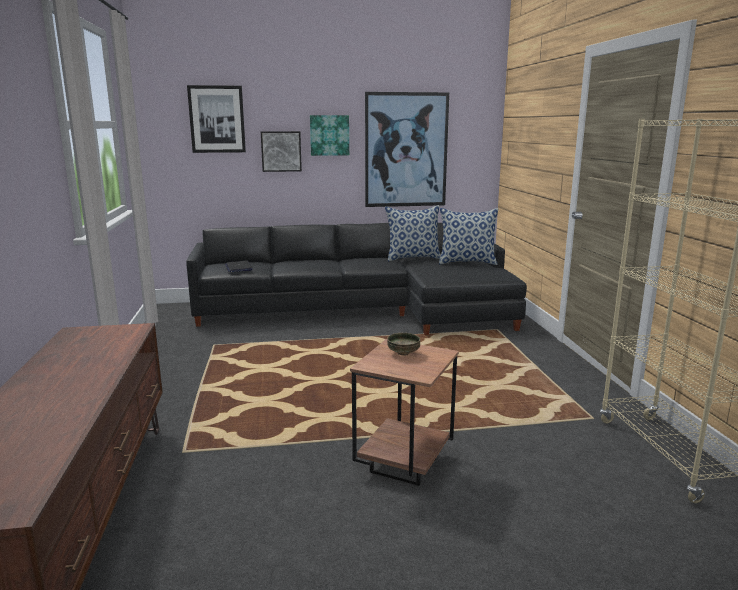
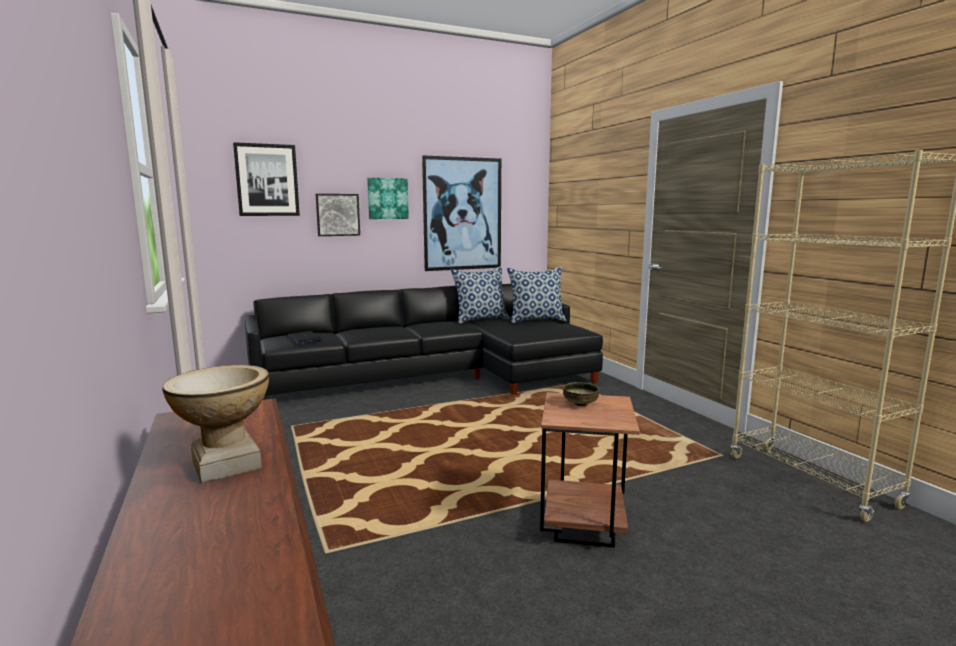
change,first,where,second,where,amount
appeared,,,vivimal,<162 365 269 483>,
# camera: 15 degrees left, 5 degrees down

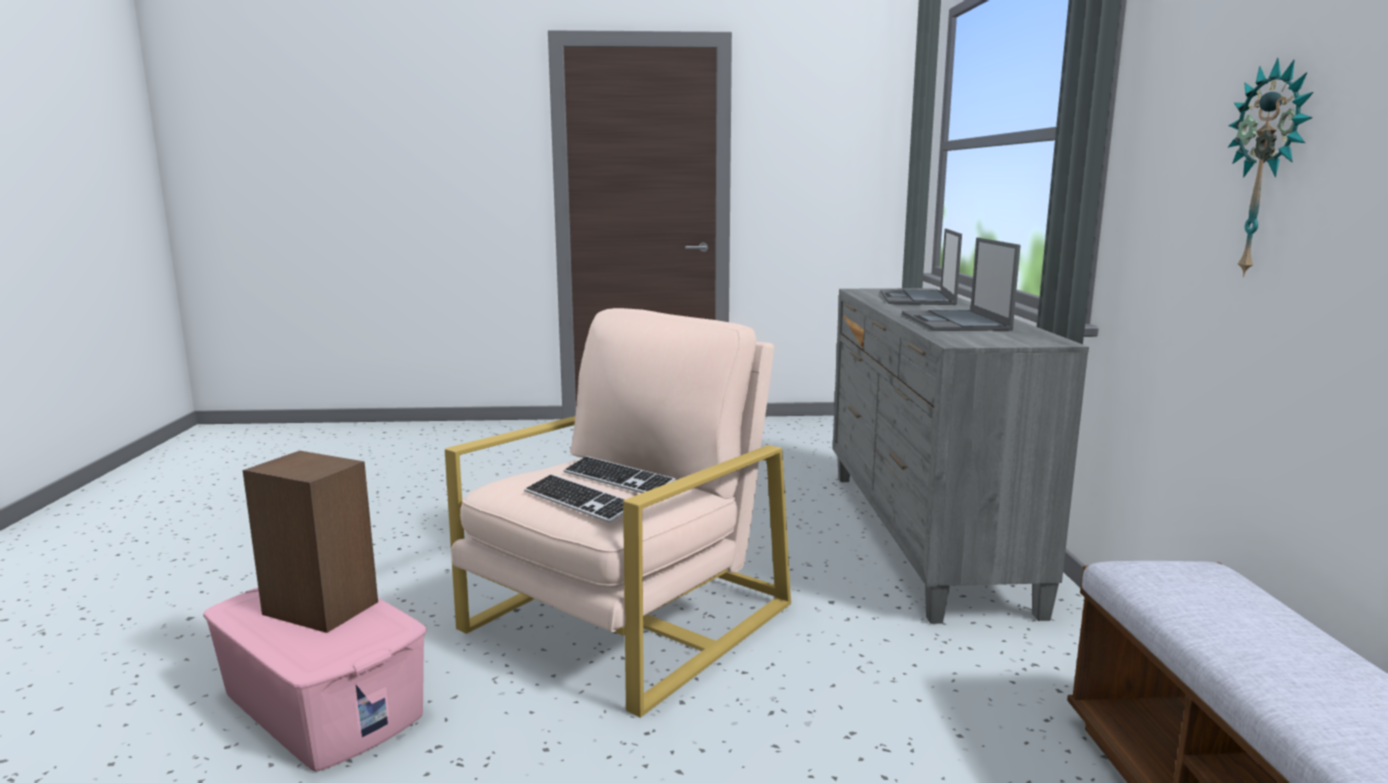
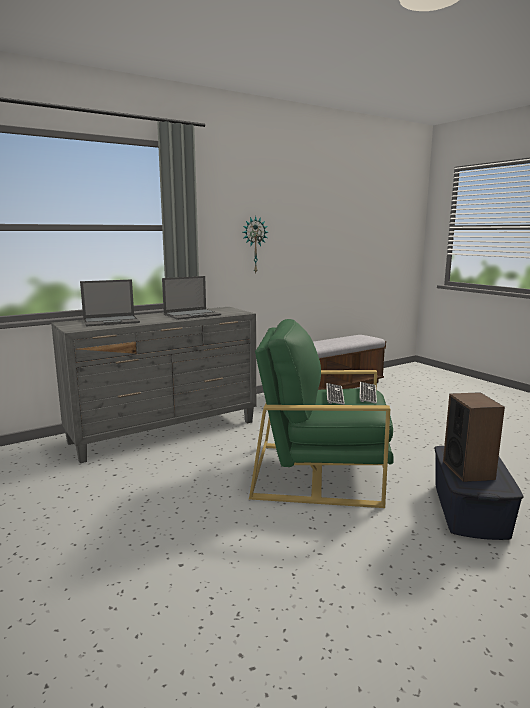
change,first,where,second,where,amount
colour,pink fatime,<203 588 426 772>,blue fatime,<435 446 524 540>,
colour,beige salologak,<445 308 791 718>,green salologak,<249 319 394 508>,
# camera: 120 degrees left, 0 degrees up

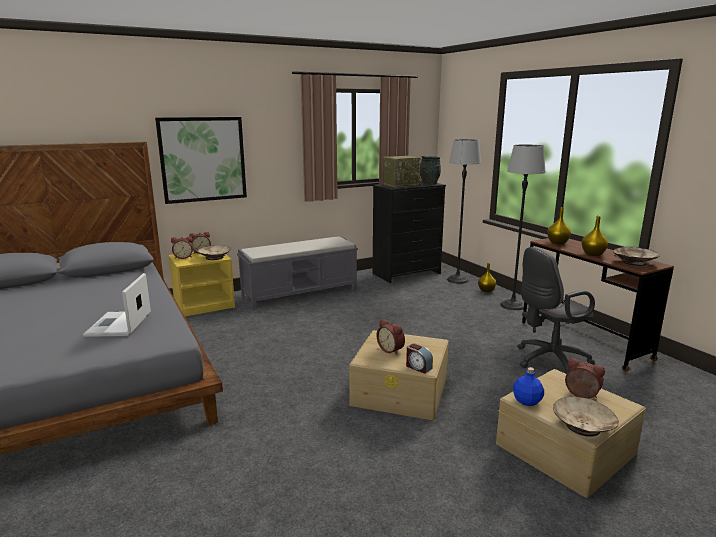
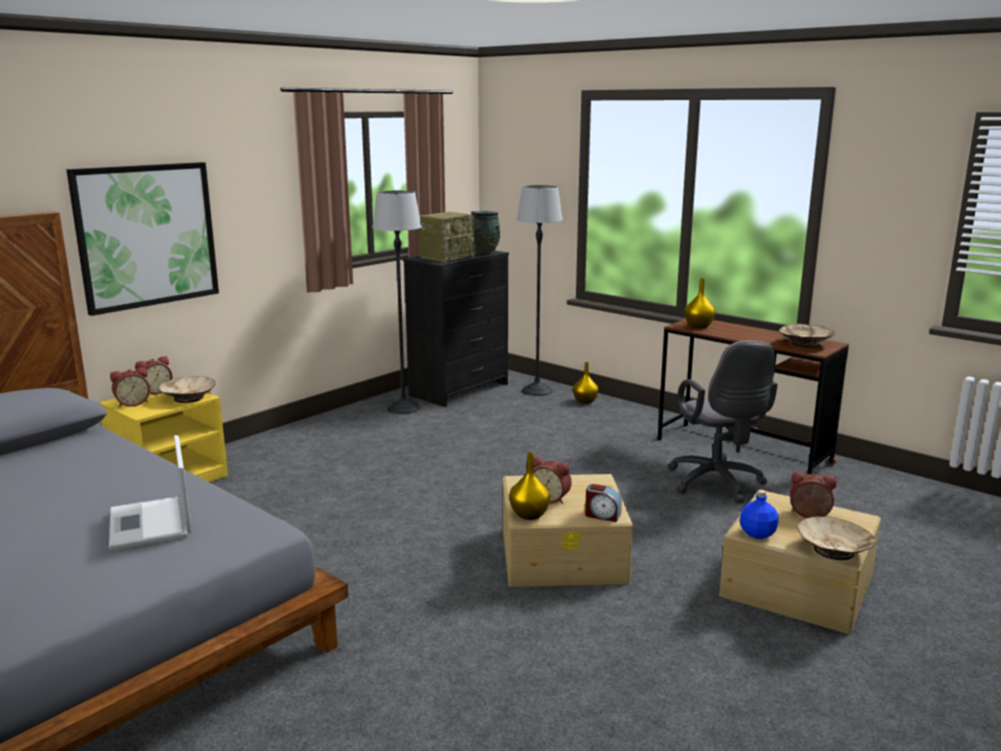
change,first,where,second,where,amount
missing,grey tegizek,<237 236 358 309>,,,
relocated,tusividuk,<500 144 546 310>,,<372 190 422 414>,
relocated,yellow vivimal,<582 216 608 256>,,<509 452 550 520>,
spun,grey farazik,<517 247 595 374>,,<668 340 778 503>,60 degrees counterclockwise
# camera: 20 degrees left, 0 degrees up

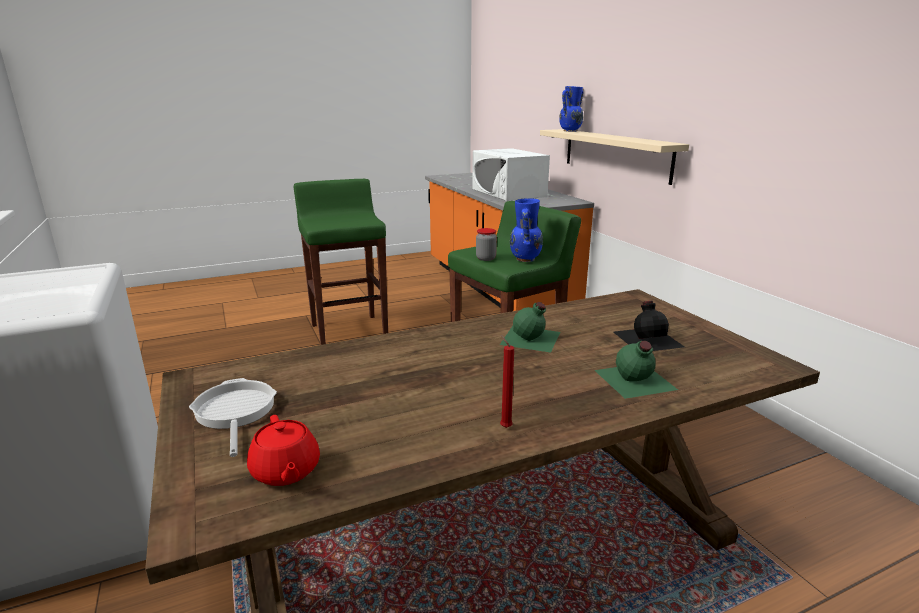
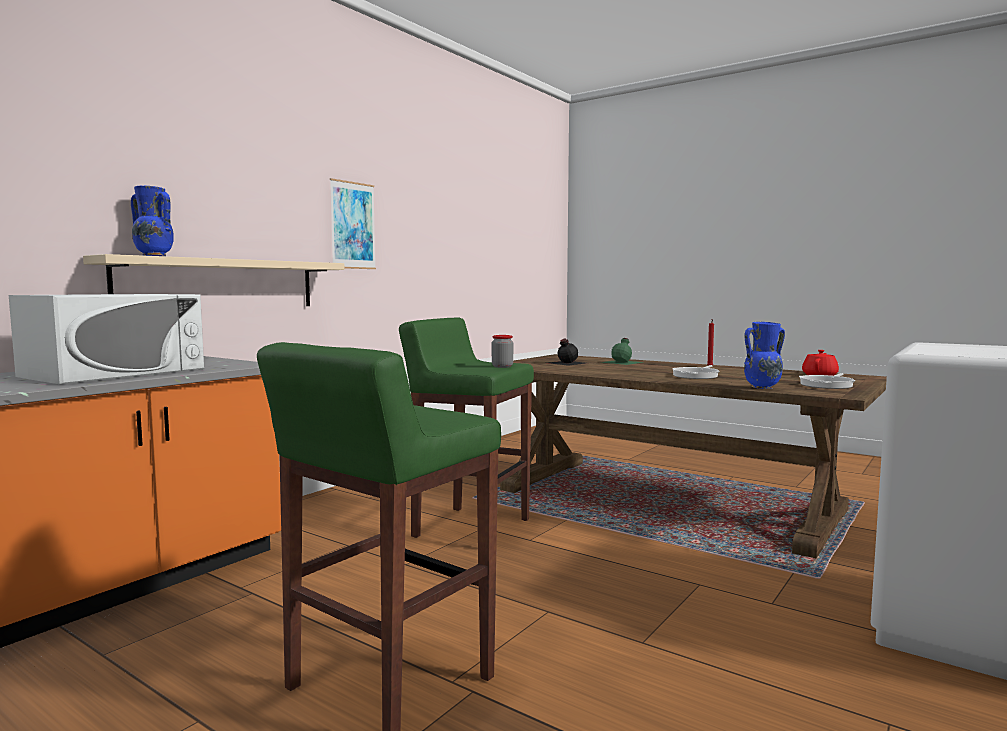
change,first,where,second,where,amount
missing,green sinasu,<500 302 560 353>,,,
appeared,,,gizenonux,<330 178 376 269>,
appeared,,,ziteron,<672 365 720 379>,
relocated,blue vivimal,<510 198 543 262>,,<744 322 785 389>,
# camera: 120 degrees left, 15 degrees down

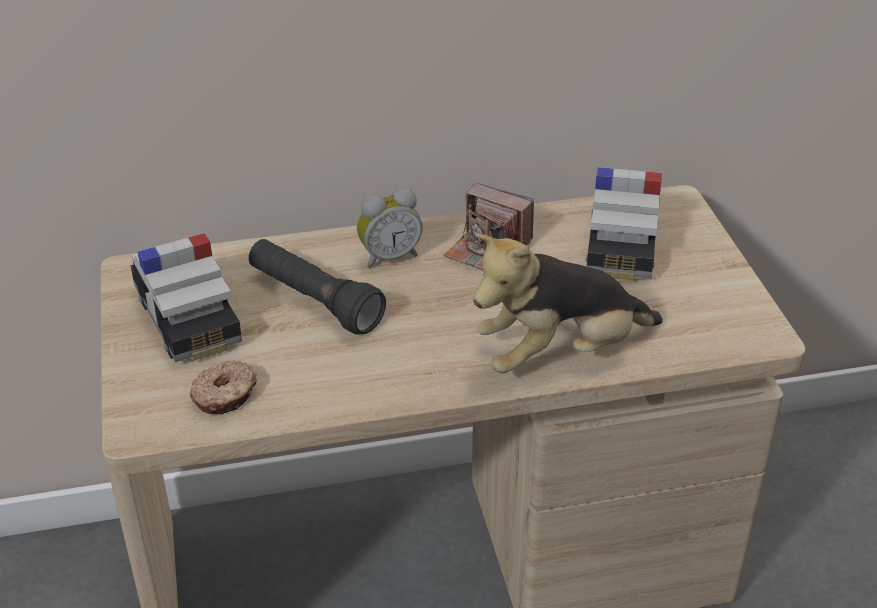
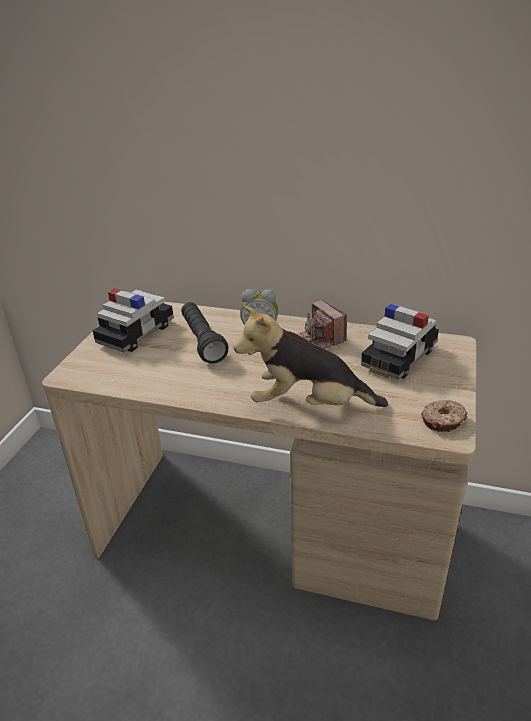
change,first,where,second,where,amount
relocated,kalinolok,<190 360 257 414>,,<421 400 468 432>,
spun,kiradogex,<131 233 242 362>,,<93 288 174 353>,150 degrees counterclockwise
# camera: 30 degrees right, 5 degrees down

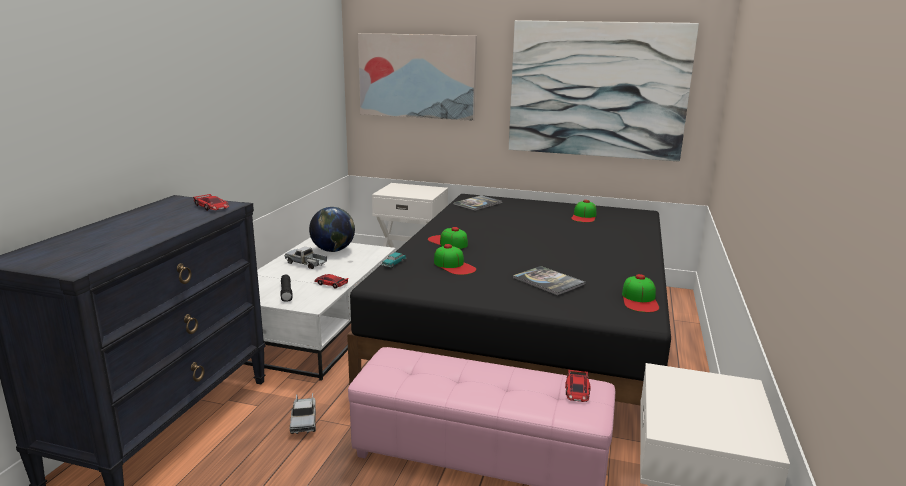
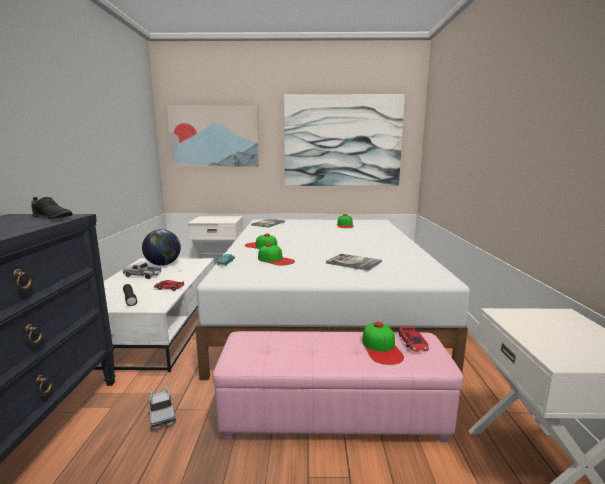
change,first,where,second,where,amount
relocated,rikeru,<622 274 659 312>,,<362 322 404 365>,
exchanged,kiradogex,<193 194 229 211>,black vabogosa,<31 197 73 219>,
colour,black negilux,<347 194 671 406>,white negilux,<195 219 470 380>,
# camera: 15 degrees left, 5 degrees down

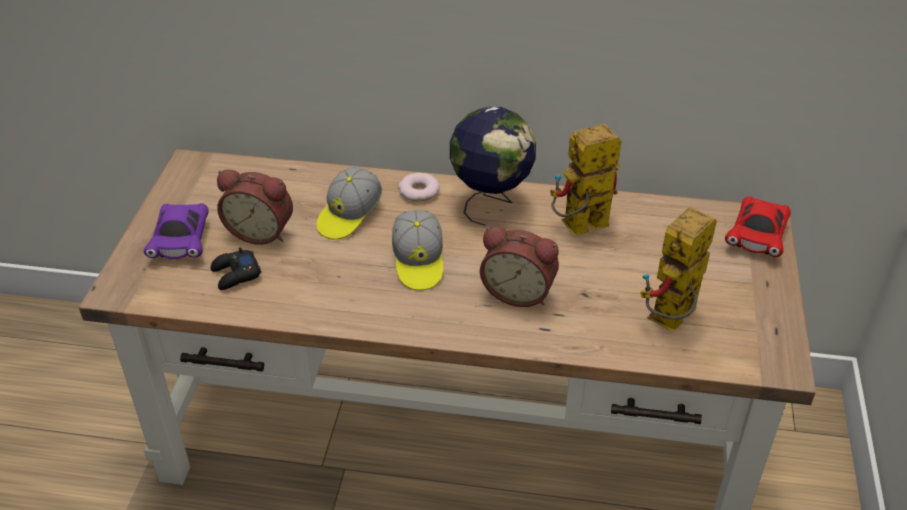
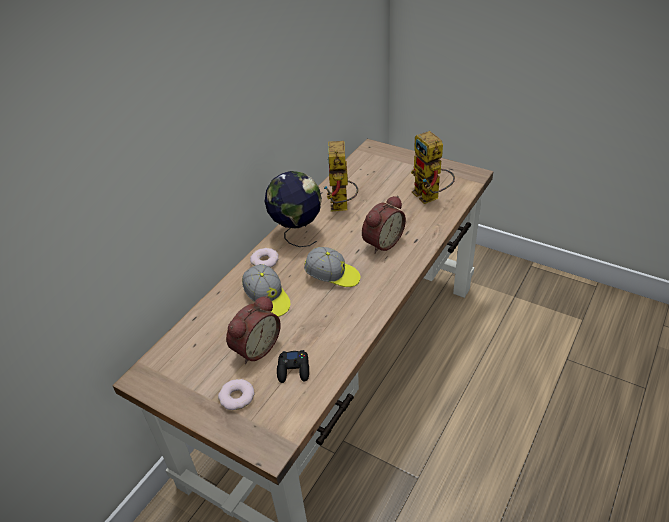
change,first,where,second,where,amount
missing,red kiradogex,<725 196 791 257>,,,
exchanged,purple kiradogex,<144 203 209 259>,kalinolok,<218 379 254 410>,
# camera: 65 degrees left, 0 degrees up

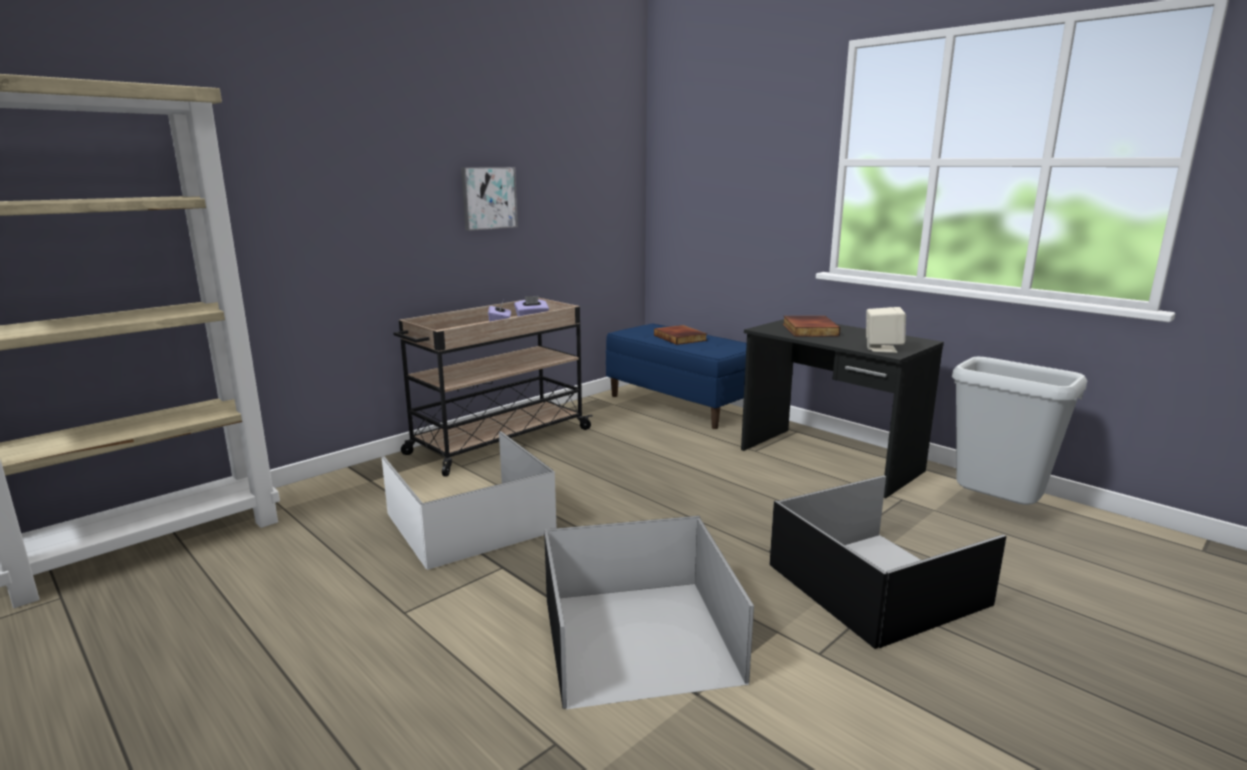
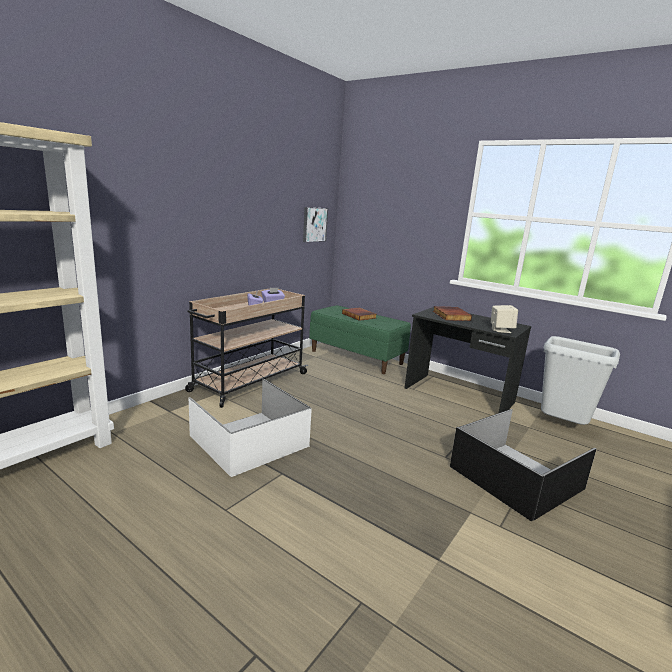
change,first,where,second,where,amount
missing,black fatime,<544 516 754 709>,,,
relocated,gizenonux,<461 167 518 231>,,<303 207 328 242>,
colour,blue tegizek,<606 324 747 429>,green tegizek,<309 305 411 374>,
# camera: 10 degrees left, 0 degrees up

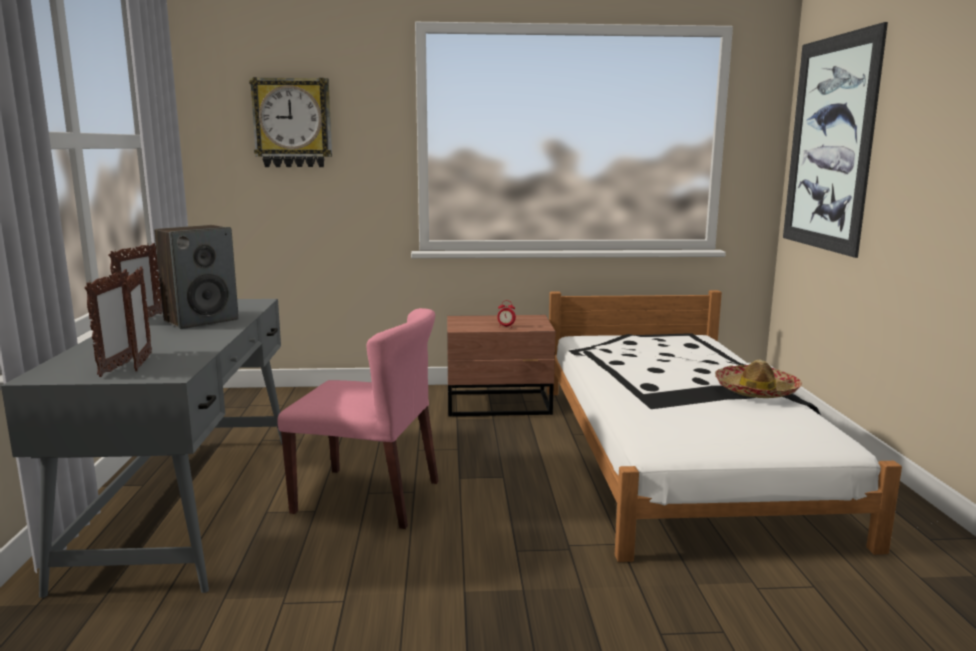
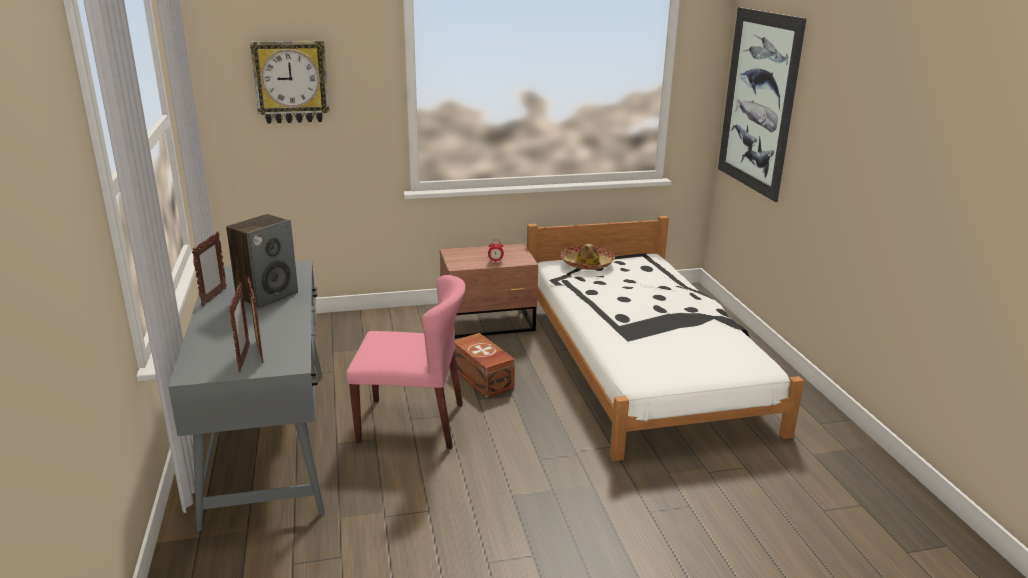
change,first,where,second,where,amount
appeared,,,brown fatime,<455 333 515 398>,
relocated,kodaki,<715 360 802 398>,,<561 244 615 270>,
# camera: 10 degrees left, 10 degrees up

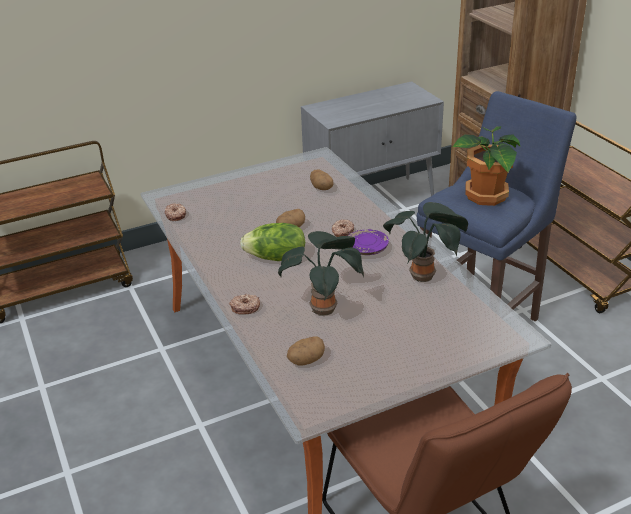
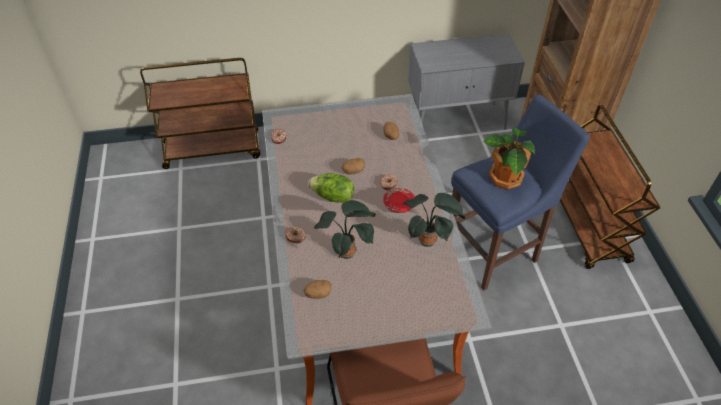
change,first,where,second,where,amount
colour,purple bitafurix,<348 229 389 255>,red bitafurix,<383 188 415 213>,
# camera: 15 degrees right, 15 degrees up

